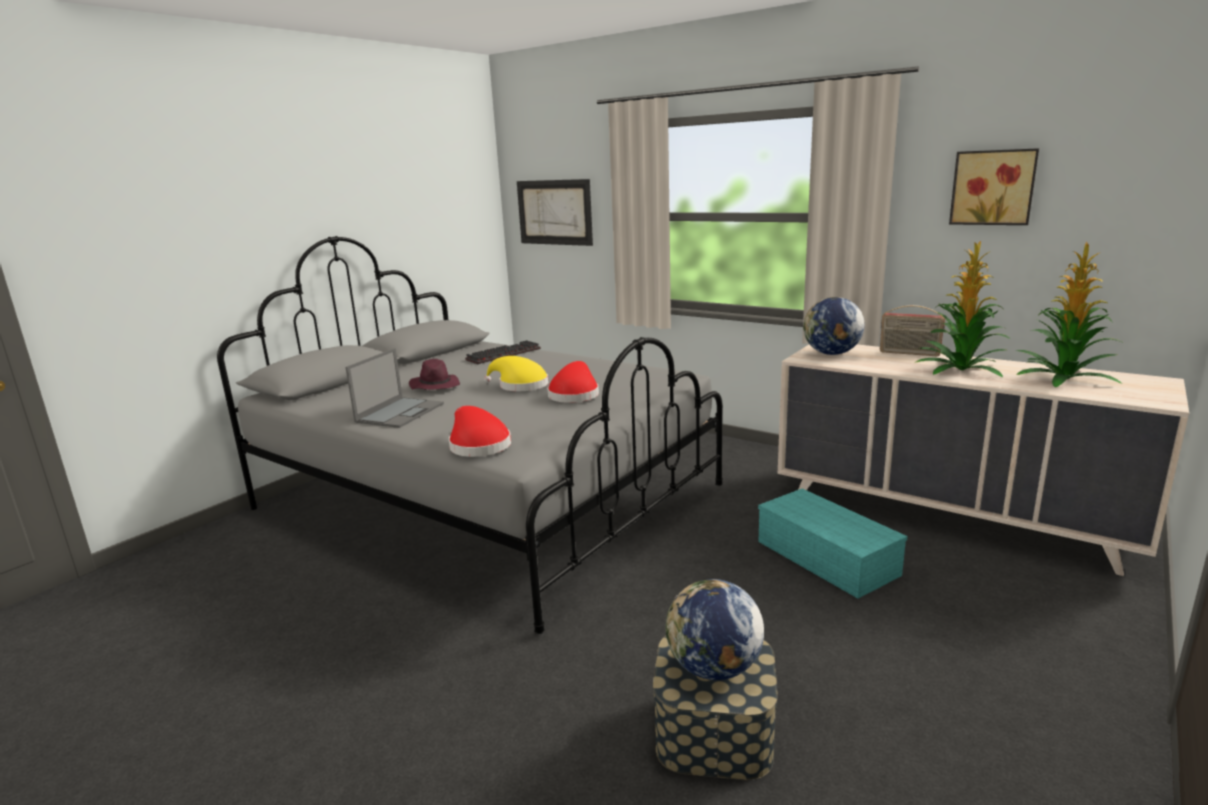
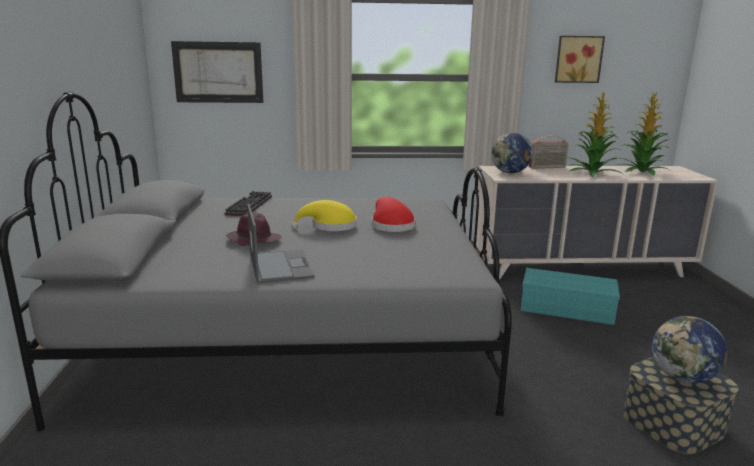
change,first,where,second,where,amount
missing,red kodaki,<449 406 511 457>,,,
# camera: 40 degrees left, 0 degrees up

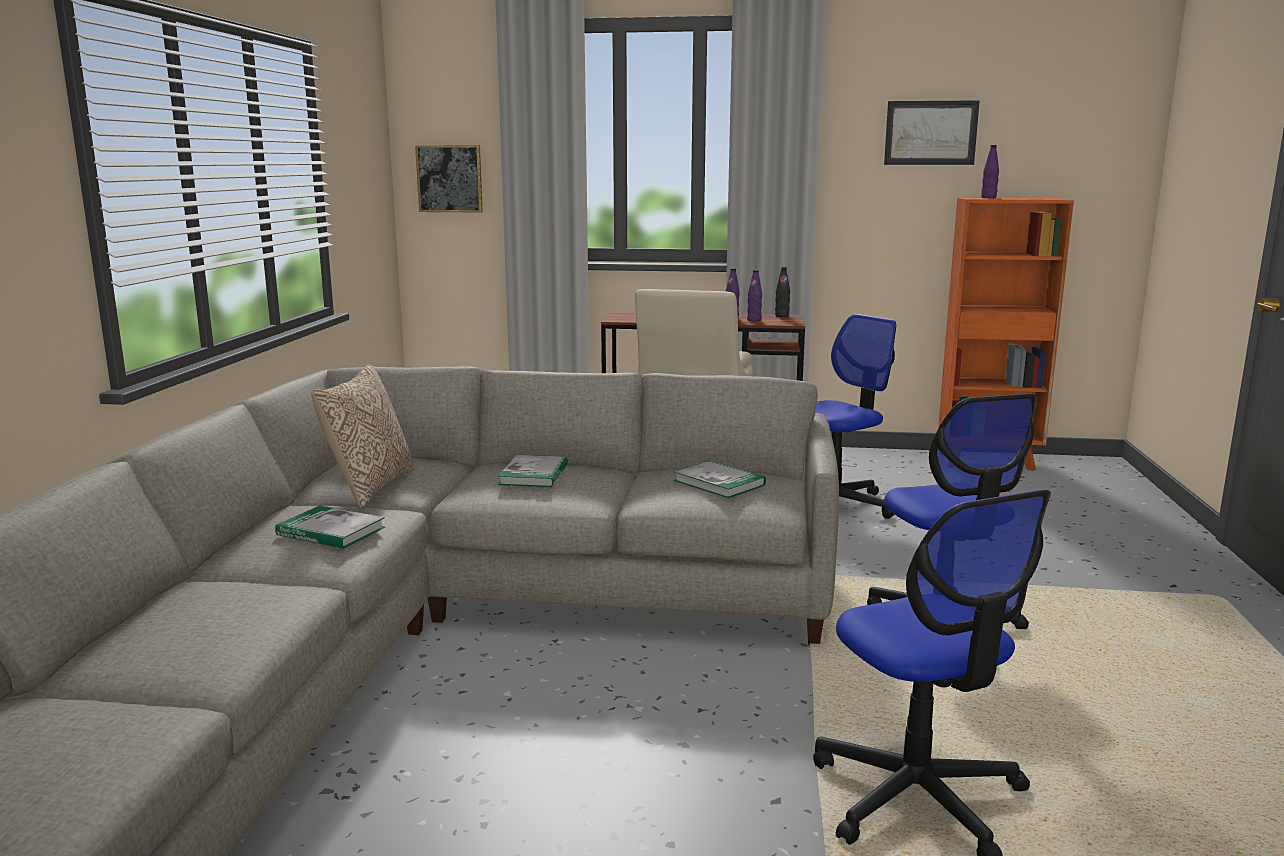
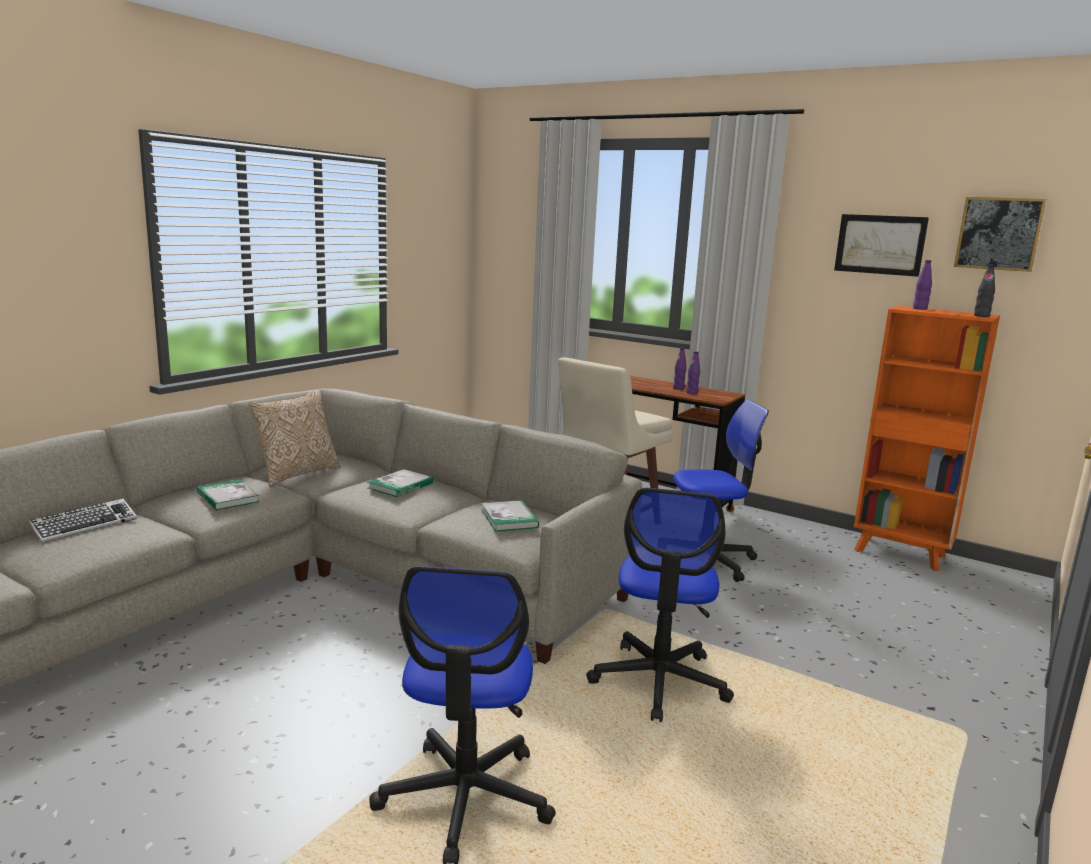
change,first,where,second,where,amount
appeared,,,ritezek,<28 498 137 543>,
relocated,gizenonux,<415 145 483 213>,,<954 197 1046 272>,
relocated,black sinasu,<775 267 790 317>,,<974 265 995 317>,
# camera: 25 degrees right, 0 degrees up

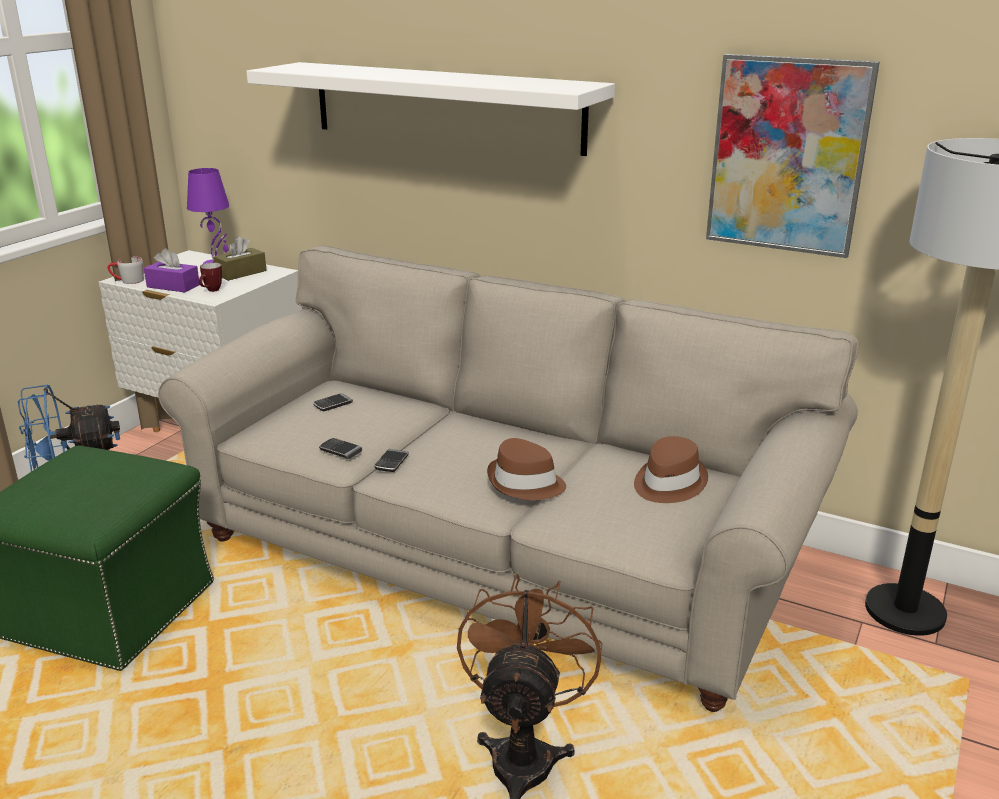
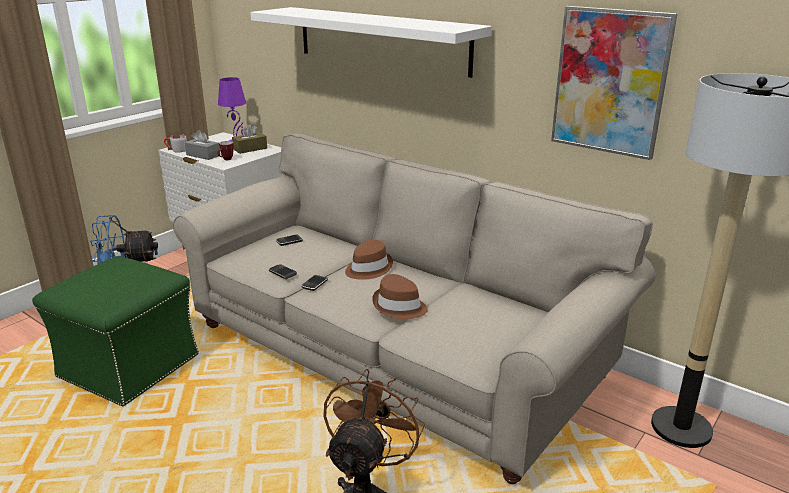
change,first,where,second,where,amount
relocated,brown kodaki,<634 436 708 503>,,<345 240 393 280>,
colour,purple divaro,<144 248 200 292>,grey divaro,<185 130 220 160>,
# camera: 10 degrees right, 0 degrees up

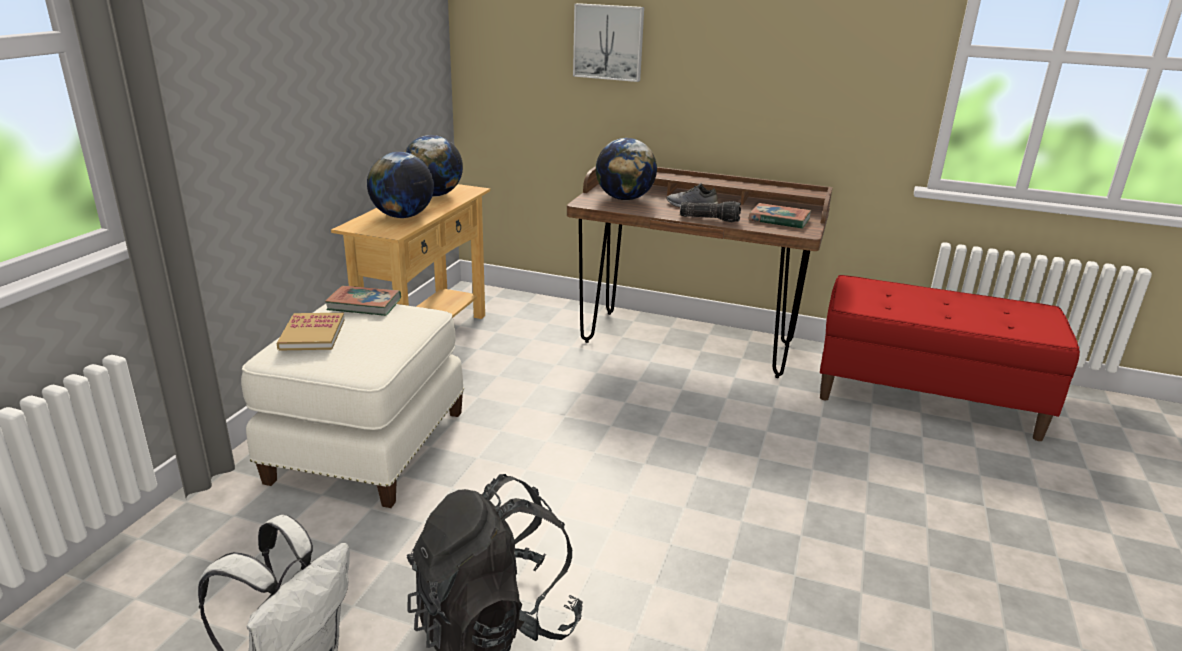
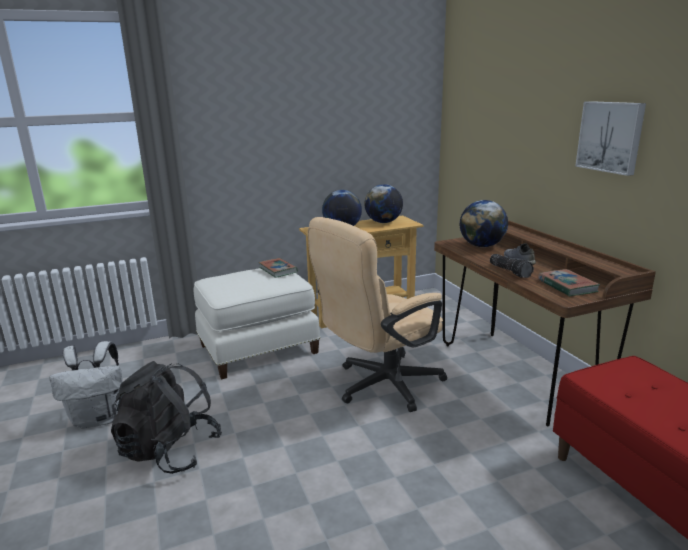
change,first,where,second,where,amount
missing,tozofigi,<276 313 344 351>,,,
appeared,,,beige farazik,<308 217 447 412>,
relocated,gizenonux,<573 3 644 82>,,<575 101 646 176>,
# camera: 50 degrees right, 5 degrees down

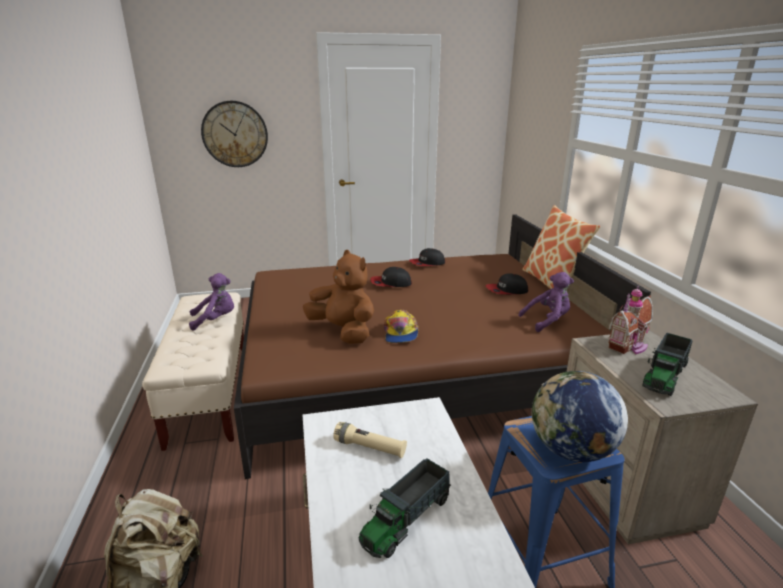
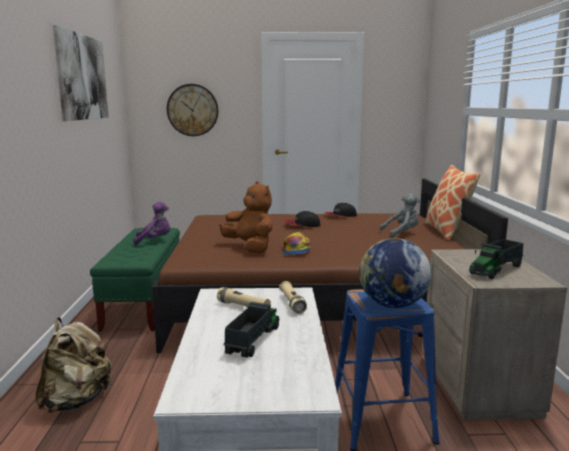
change,first,where,second,where,amount
missing,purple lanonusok,<518 272 574 332>,,,
missing,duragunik,<608 285 653 354>,,,
appeared,,,gizenonux,<53 25 108 121>,
appeared,,,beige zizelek,<279 281 307 314>,
exchanged,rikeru,<486 273 528 295>,grey lanonusok,<380 194 420 238>,
colour,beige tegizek,<142 292 244 451>,green tegizek,<90 227 180 332>,
spun,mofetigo,<359 458 451 558>,,<224 302 279 358>,150 degrees clockwise
# camera: 10 degrees right, 10 degrees down

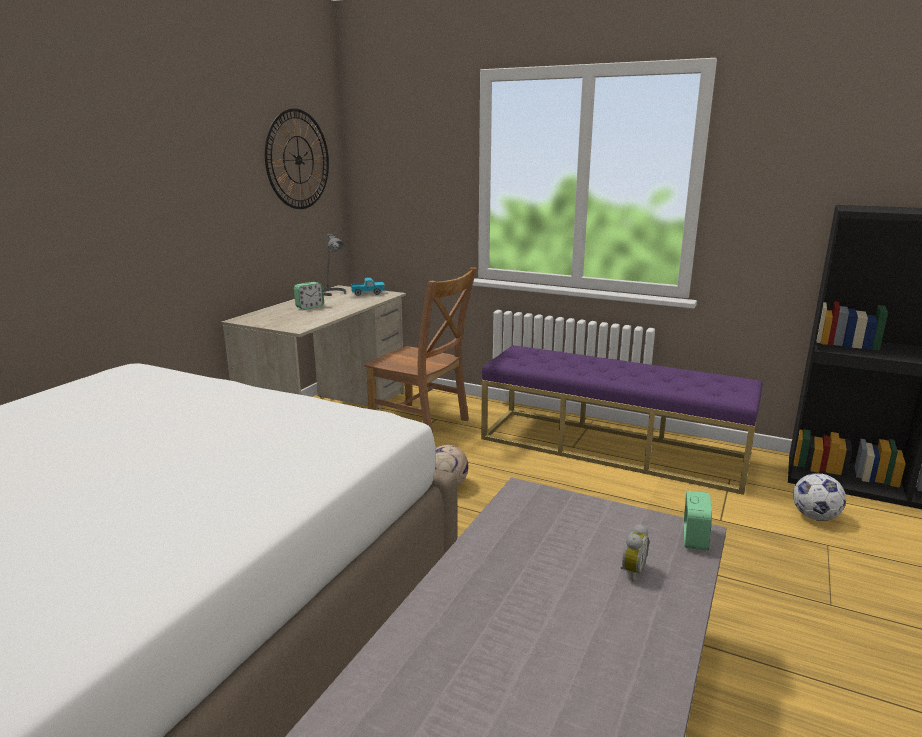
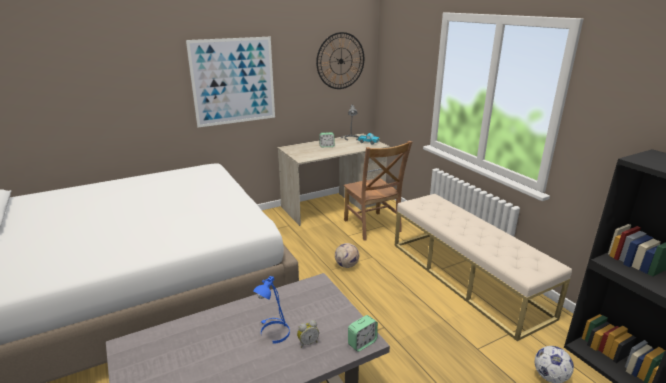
change,first,where,second,where,amount
appeared,,,gizenonux,<186 37 275 127>,
appeared,,,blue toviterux,<253 276 290 344>,
colour,purple tegizek,<481 345 763 495>,beige tegizek,<395 194 572 341>,
# camera: 35 degrees right, 5 degrees up

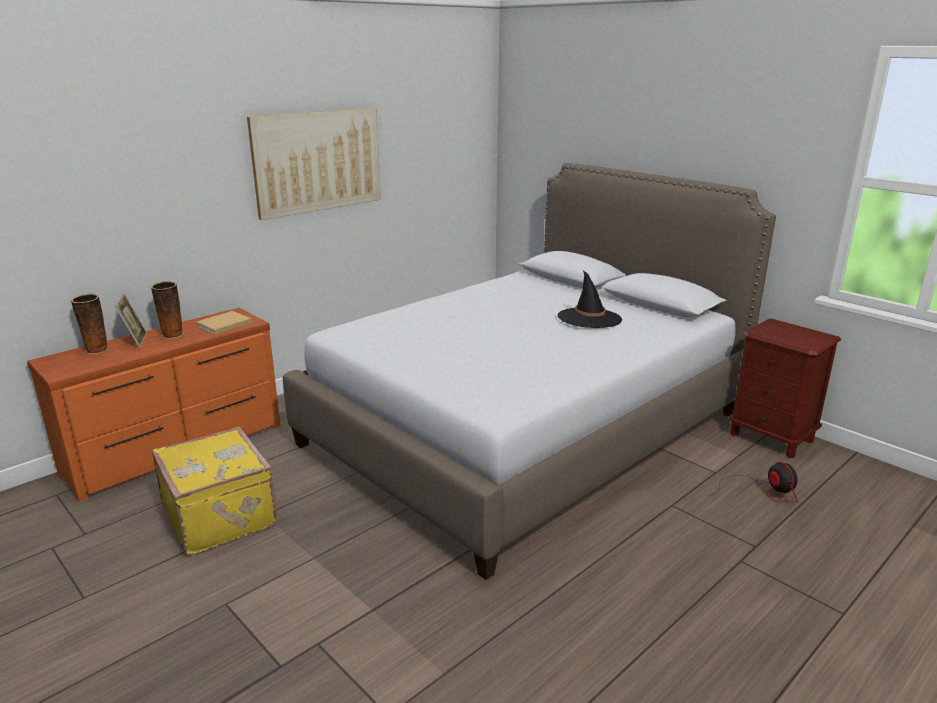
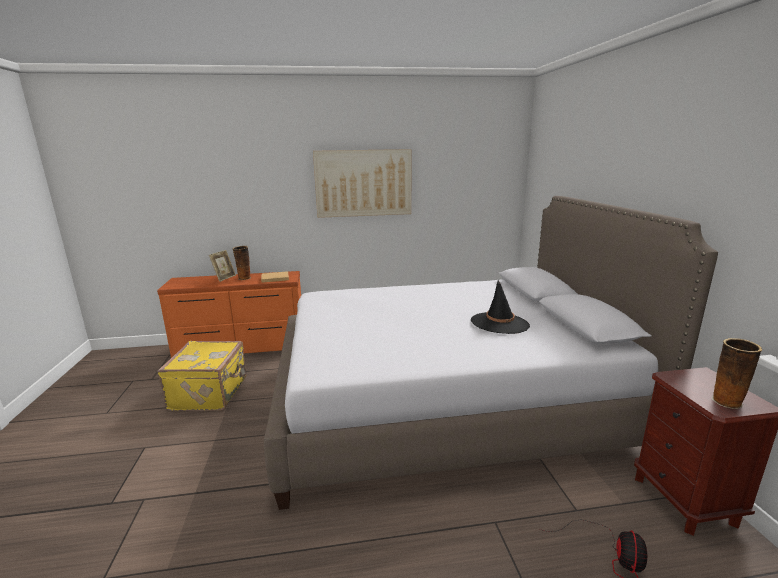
change,first,where,second,where,amount
relocated,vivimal,<71 293 108 354>,,<711 338 762 409>,
# camera: 35 degrees right, 5 degrees down

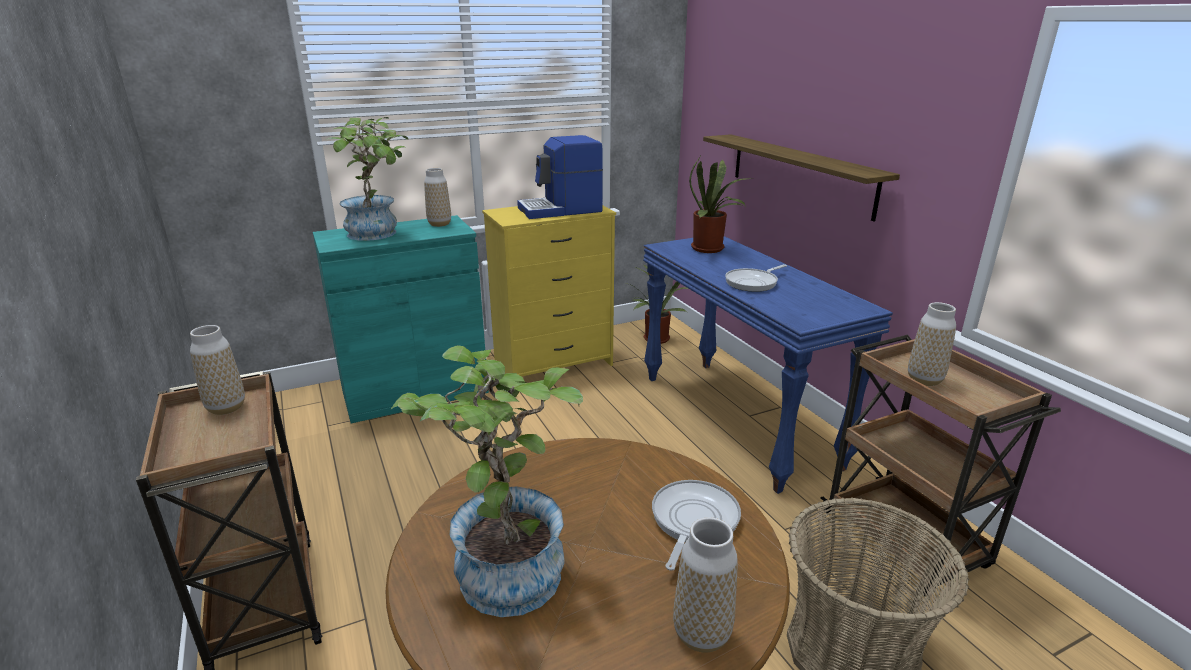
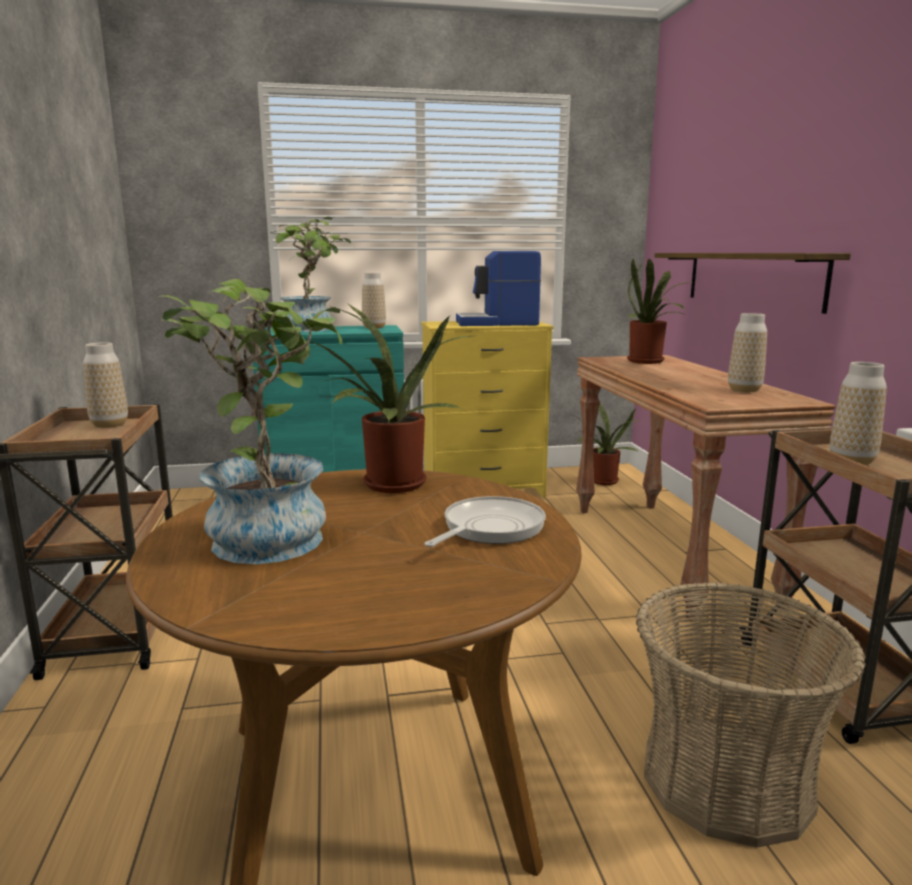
change,first,where,second,where,amount
missing,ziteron,<725 264 787 292>,,,
appeared,,,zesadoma,<310 304 472 493>,
relocated,vivimal,<673 517 738 653>,,<728 313 767 392>,
colour,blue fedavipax,<643 236 893 494>,brown fedavipax,<576 355 835 622>,
# camera: 15 degrees right, 10 degrees down

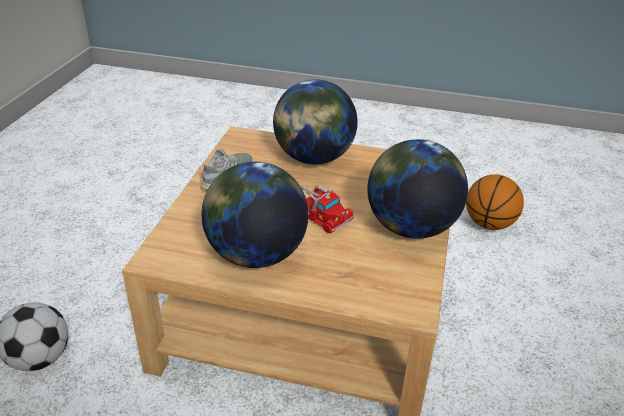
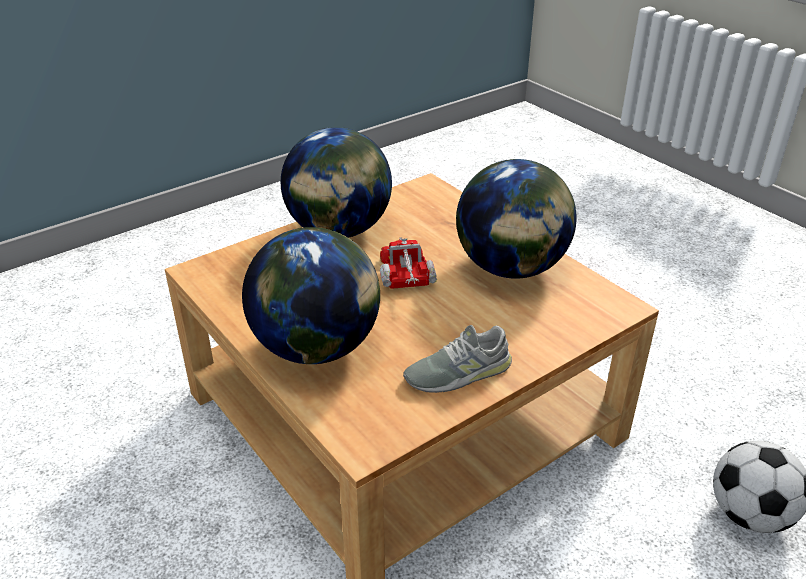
change,first,where,second,where,amount
missing,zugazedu,<466 175 524 230>,,,
# camera: 140 degrees left, 0 degrees up

